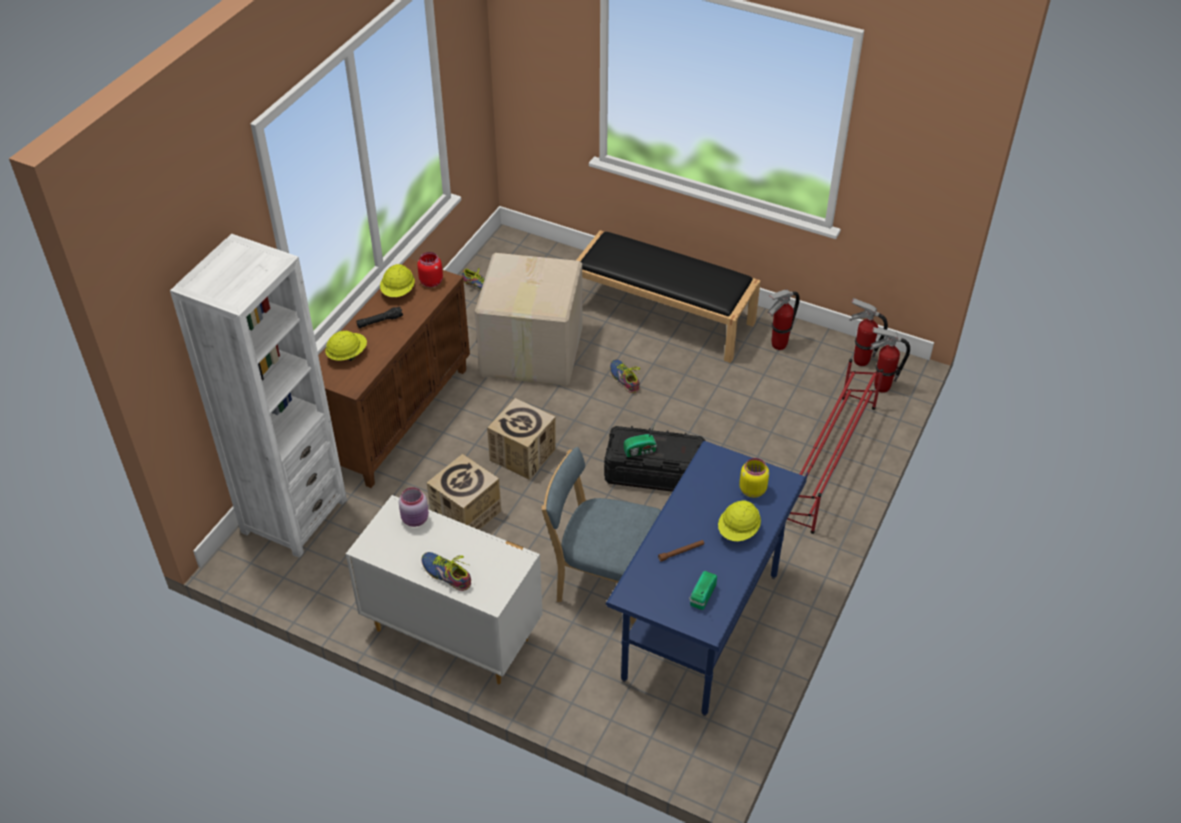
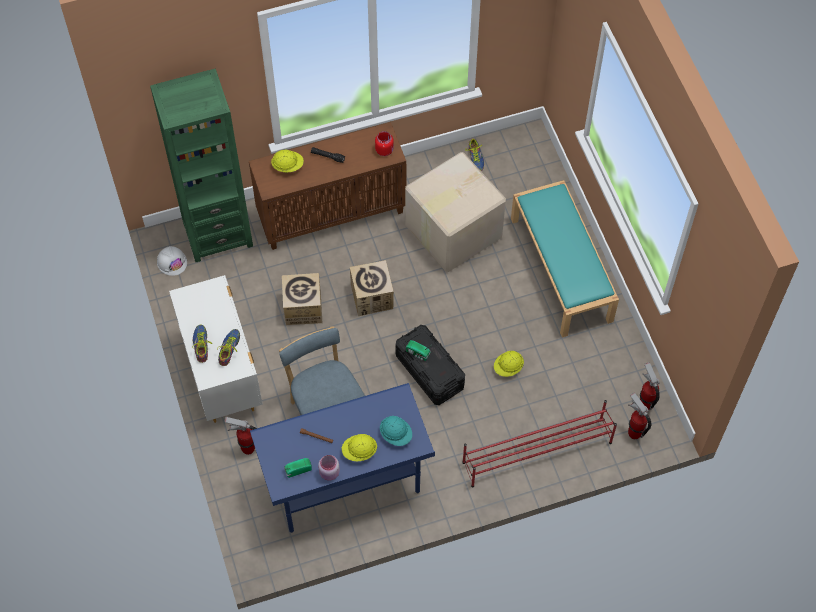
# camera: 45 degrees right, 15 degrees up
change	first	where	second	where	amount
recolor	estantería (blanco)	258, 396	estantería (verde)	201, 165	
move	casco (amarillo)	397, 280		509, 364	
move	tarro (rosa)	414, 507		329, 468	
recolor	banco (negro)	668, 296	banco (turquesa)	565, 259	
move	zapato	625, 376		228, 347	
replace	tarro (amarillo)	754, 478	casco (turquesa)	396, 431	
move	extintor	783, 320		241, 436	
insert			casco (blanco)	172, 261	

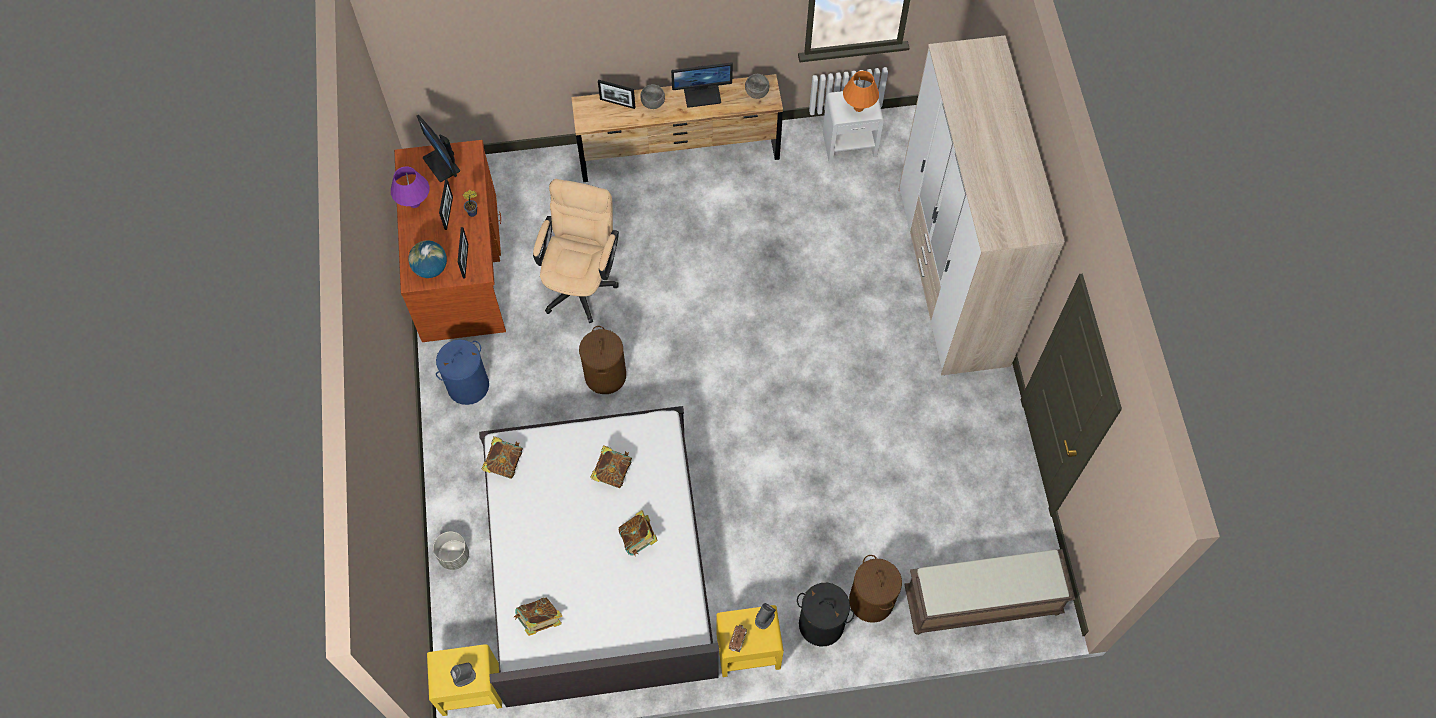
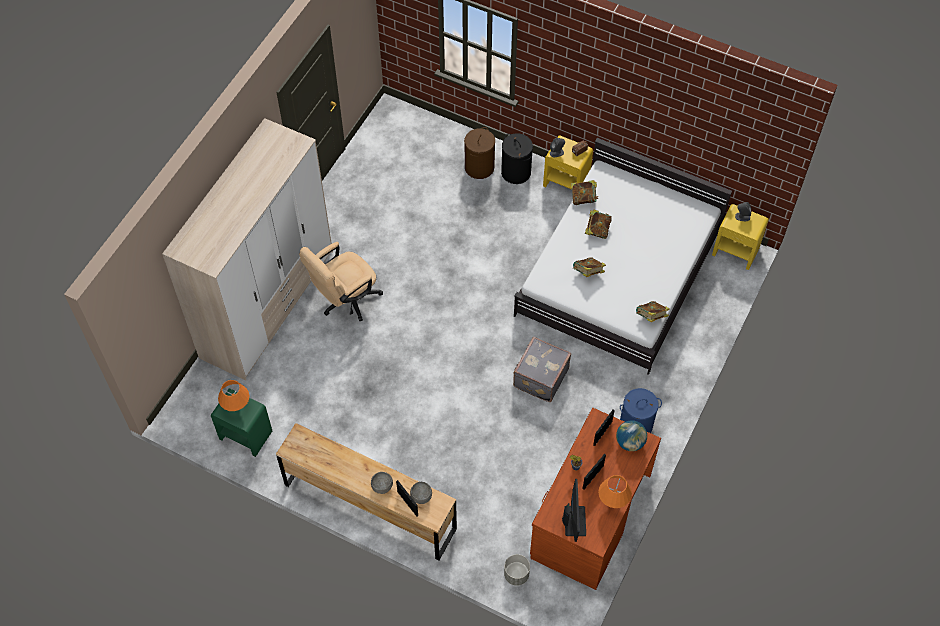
# camera: 145 degrees left, 5 degrees down
change	first	where	second	where	amount
recolor	lámpara de mesa (morado)	410, 187	lámpara de mesa (naranja)	615, 491	
move	maceta (gris)	451, 550		517, 570	
move	libro	538, 617		584, 192	
move	silla de oficina (beis)	576, 251		341, 282	
replace	cesto de la ropa (marrón)	602, 360	maleta (gris)	542, 369	
delete	monitor	702, 85			
move	cuenco (gris)	757, 86		421, 493	
recolor	mesita de noche (blanco)	853, 126	mesita de noche (verde)	241, 423	
delete	banco (marrón)	989, 592			

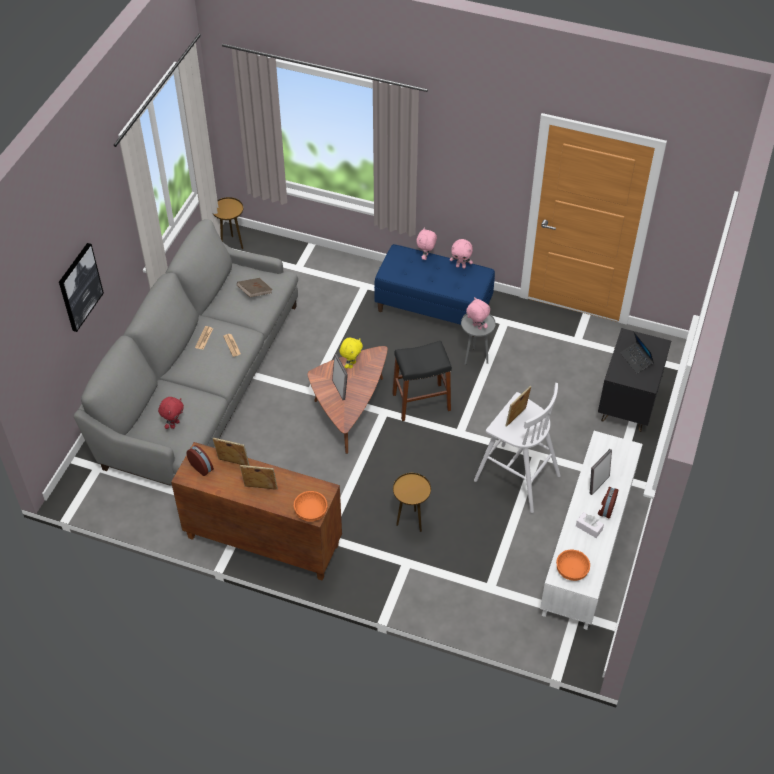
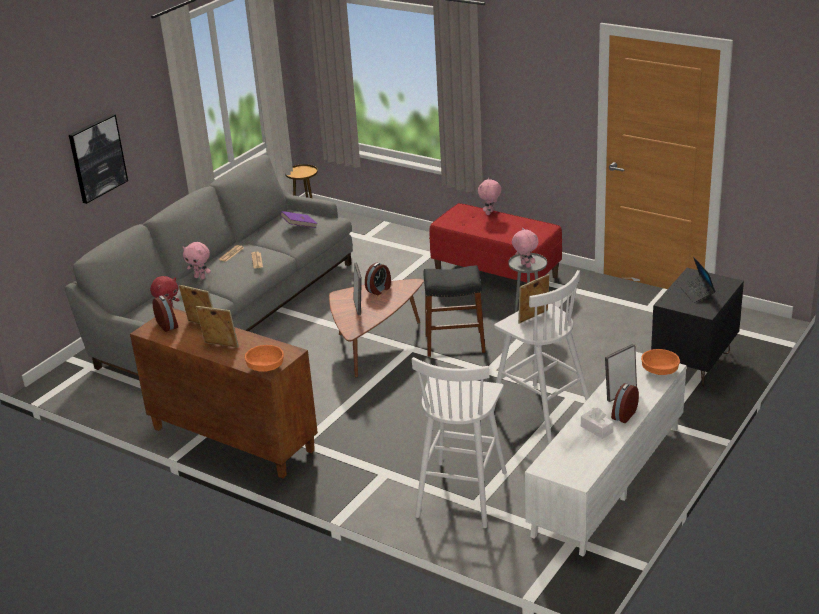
# camera: 15 degrees right, 20 degrees down
change	first	where	second	where	amount
recolor	libro (marrón)	255, 287	libro (morado)	299, 219	
replace	peluche (amarillo)	351, 353	despertador	378, 279	
recolor	banco (azul)	434, 290	banco (rojo)	495, 242	
delete	mesa auxiliar (marrón)	412, 502			
move	peluche (rosa)	461, 254		197, 260	
move	cuenco (naranja)	573, 565		660, 362	
insert			taburete (blanco)	459, 442	

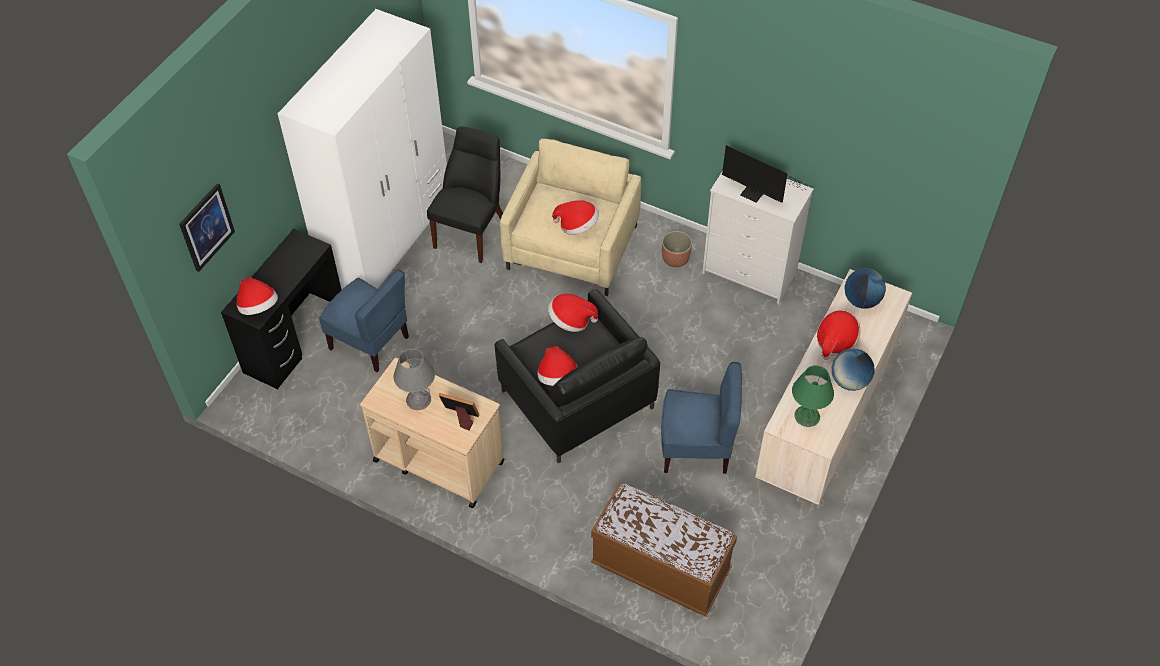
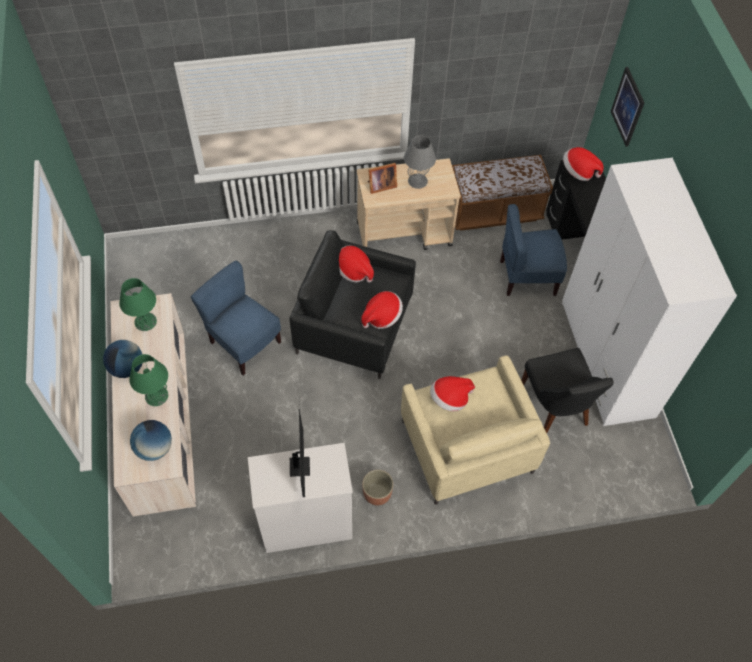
# camera: 140 degrees right, 5 degrees up
change	first	where	second	where	amount
move	banco (marrón)	664, 549		502, 193	
rotate	silla (azul)	701, 418		236, 317	75 degrees clockwise
rotate	monitor	762, 174		300, 450	90 degrees clockwise
replace	sombrero	838, 335	lámpara de mesa (verde)	148, 380	

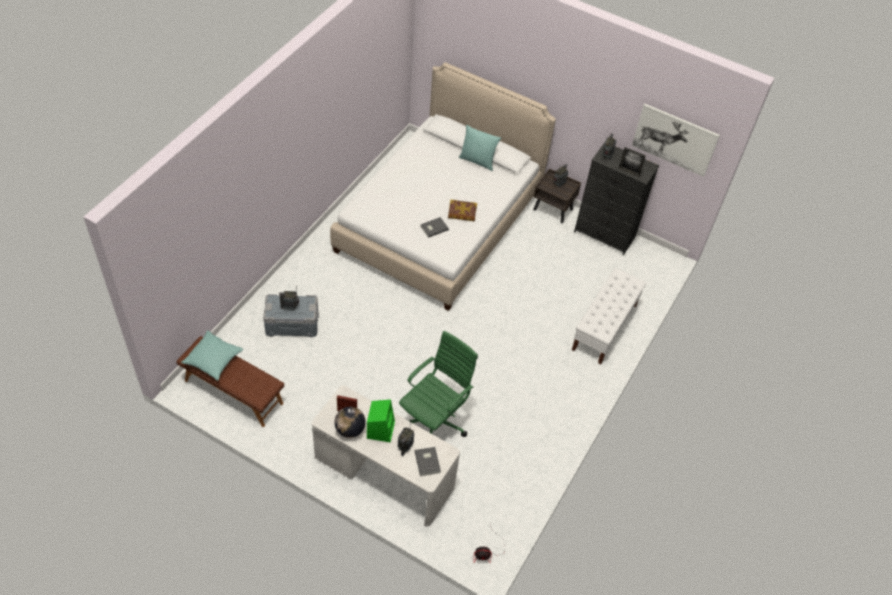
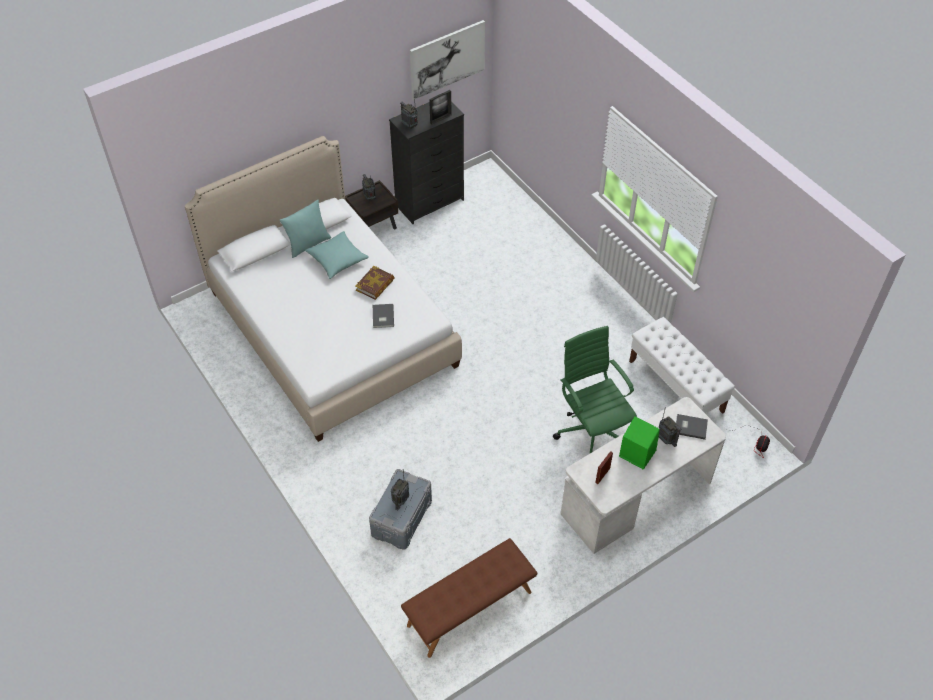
# camera: 60 degrees left, 0 degrees up
change	first	where	second	where	amount
move	cojín (turquesa)	212, 355		337, 255	
delete	globo terráqueo	349, 422			
move	banco (blanco)	609, 316		682, 365	

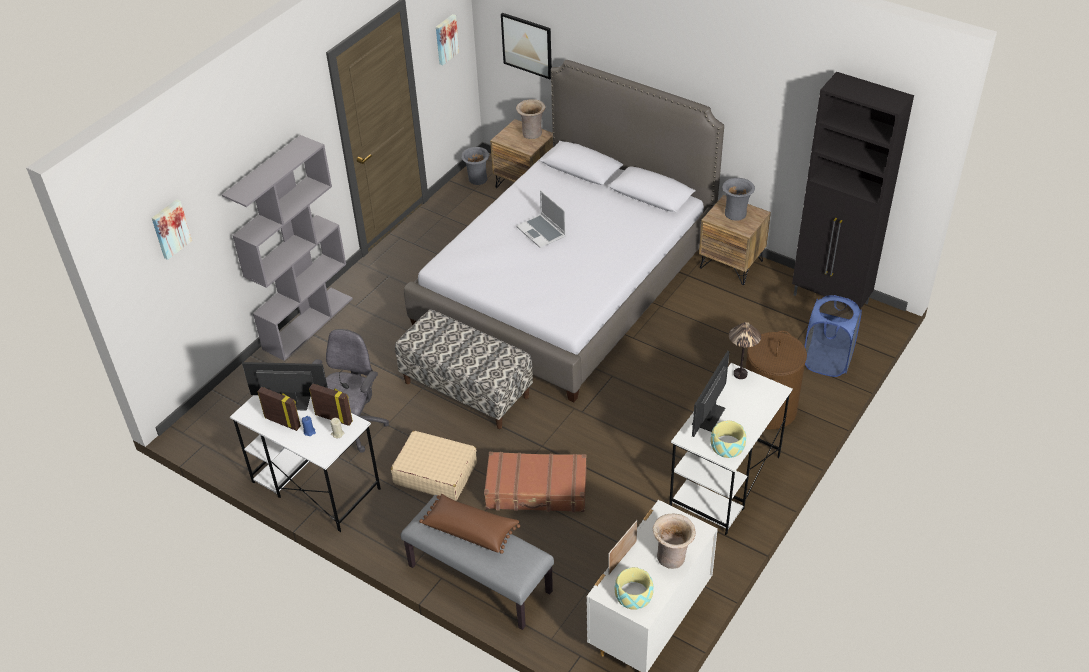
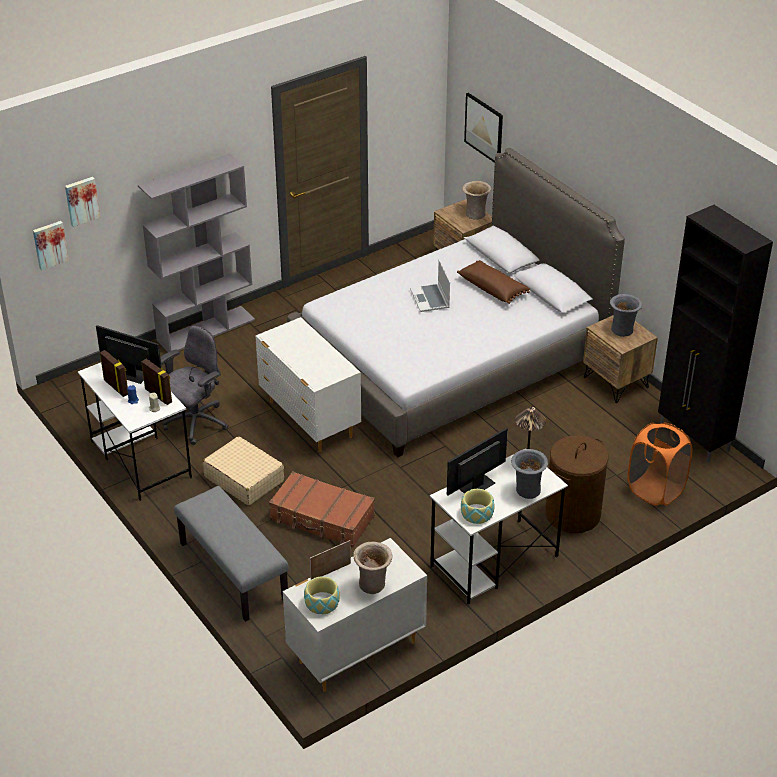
# camera: 20 degrees right, 5 degrees down
change	first	where	second	where	amount
replace	banco	464, 369	cómoda (blanco)	308, 384	
move	cojín (marrón)	469, 524		493, 282	
move	cuadro	447, 39		51, 245	
move	florero (gris)	475, 166		529, 474	
recolor	cesto de la ropa (azul)	833, 336	cesto de la ropa (naranja)	660, 464	

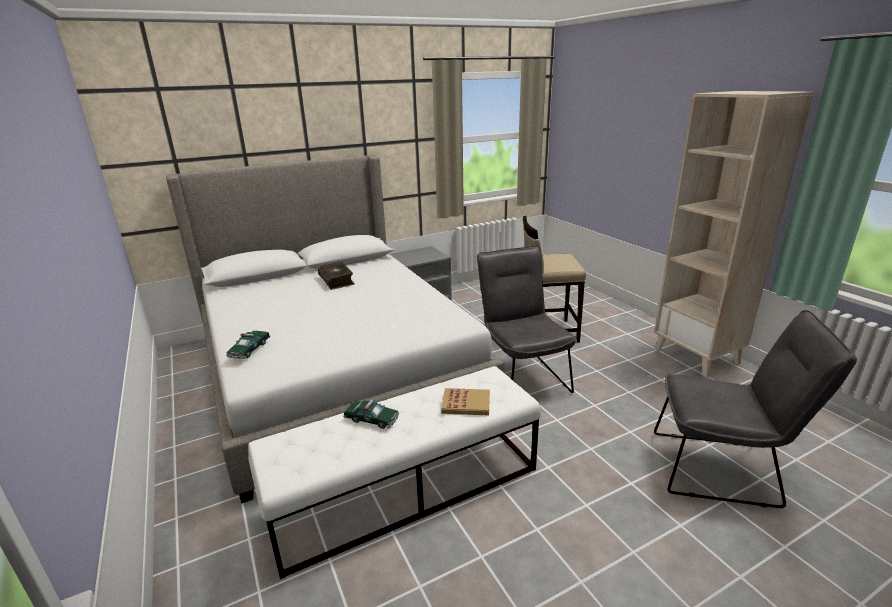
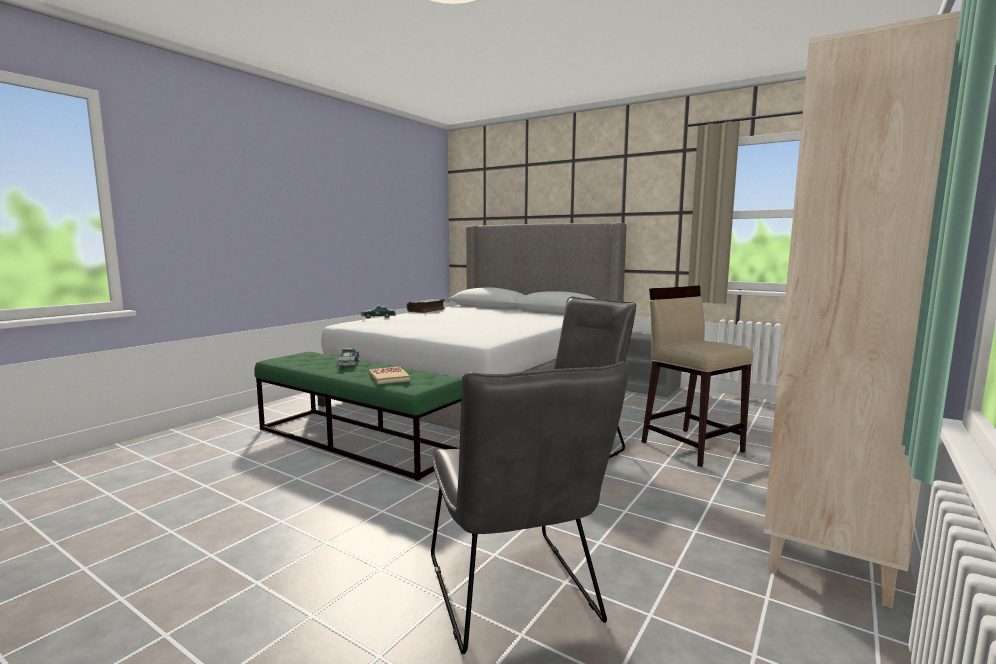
# camera: 60 degrees right, 15 degrees down
change	first	where	second	where	amount
recolor	banco (blanco)	394, 472	banco (verde)	358, 416	
move	libro	336, 276		426, 306	

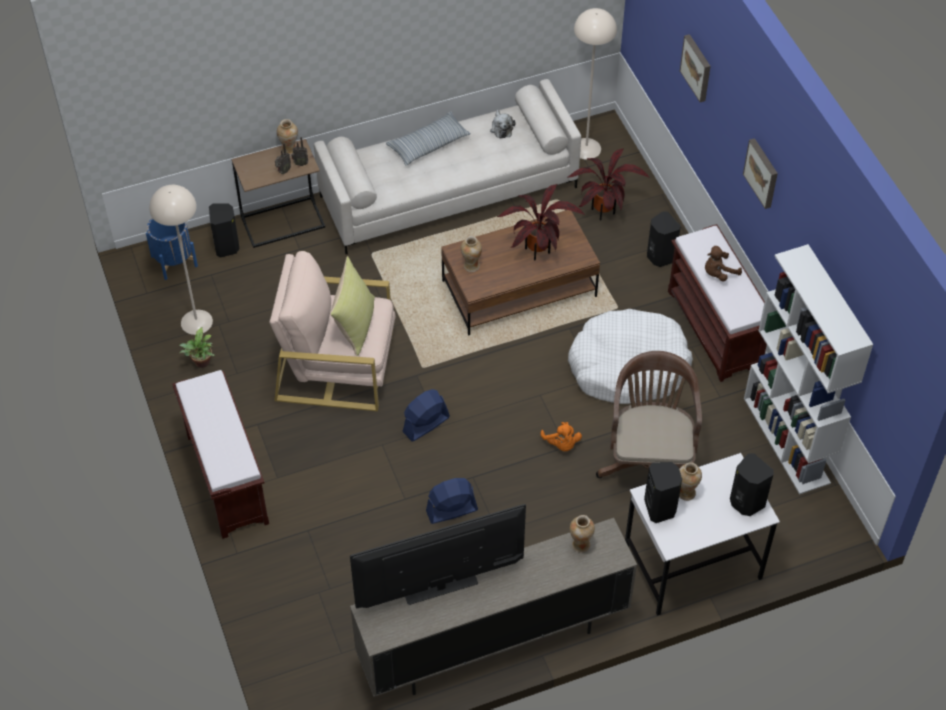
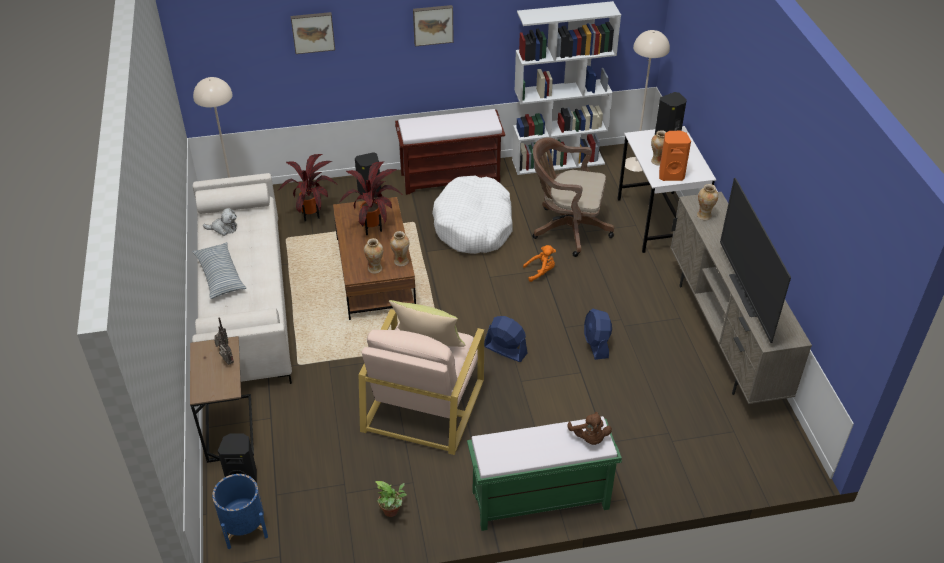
# camera: 80 degrees left, 10 degrees down
change	first	where	second	where	amount
move	lámpara de pie (beis)	181, 260		647, 101	
recolor	banco (marrón)	220, 454	banco (verde)	544, 473	
move	florero	287, 137		399, 248	
rotate	ventilador (azul)	426, 415		506, 339	150 degrees clockwise
recolor	altavoz (negro)	663, 492	altavoz (naranja)	675, 156	
move	peluche (marrón)	723, 264		589, 428	

